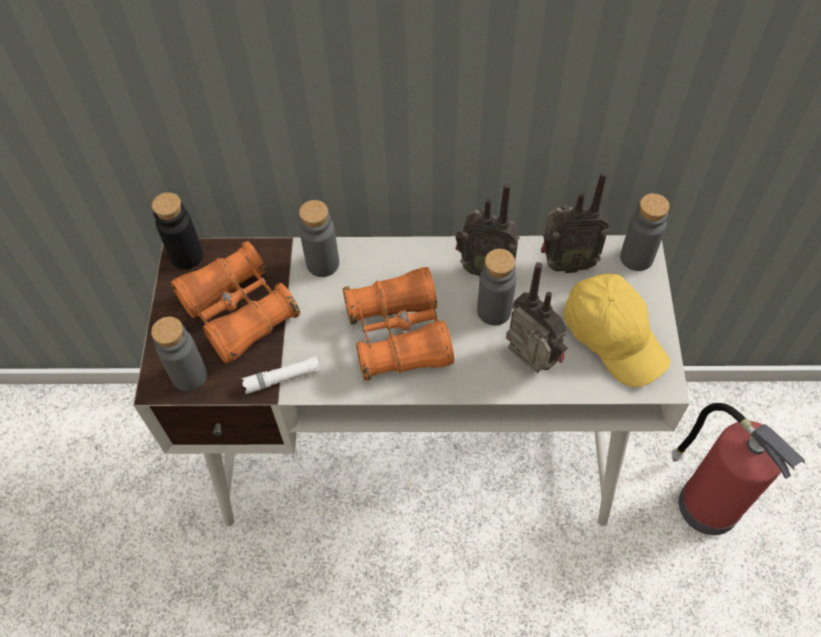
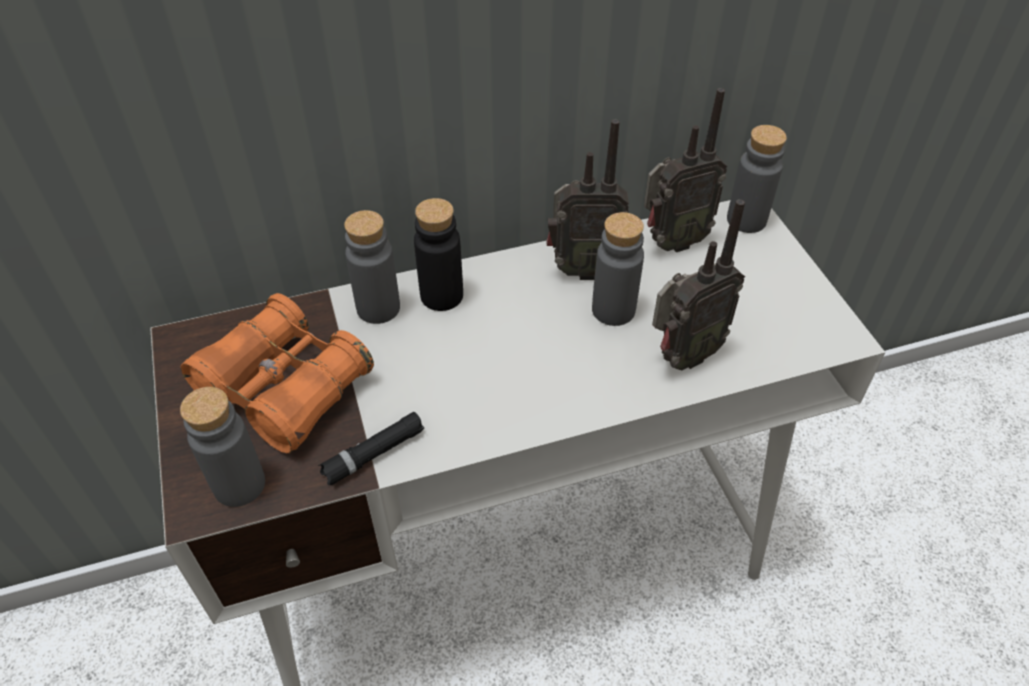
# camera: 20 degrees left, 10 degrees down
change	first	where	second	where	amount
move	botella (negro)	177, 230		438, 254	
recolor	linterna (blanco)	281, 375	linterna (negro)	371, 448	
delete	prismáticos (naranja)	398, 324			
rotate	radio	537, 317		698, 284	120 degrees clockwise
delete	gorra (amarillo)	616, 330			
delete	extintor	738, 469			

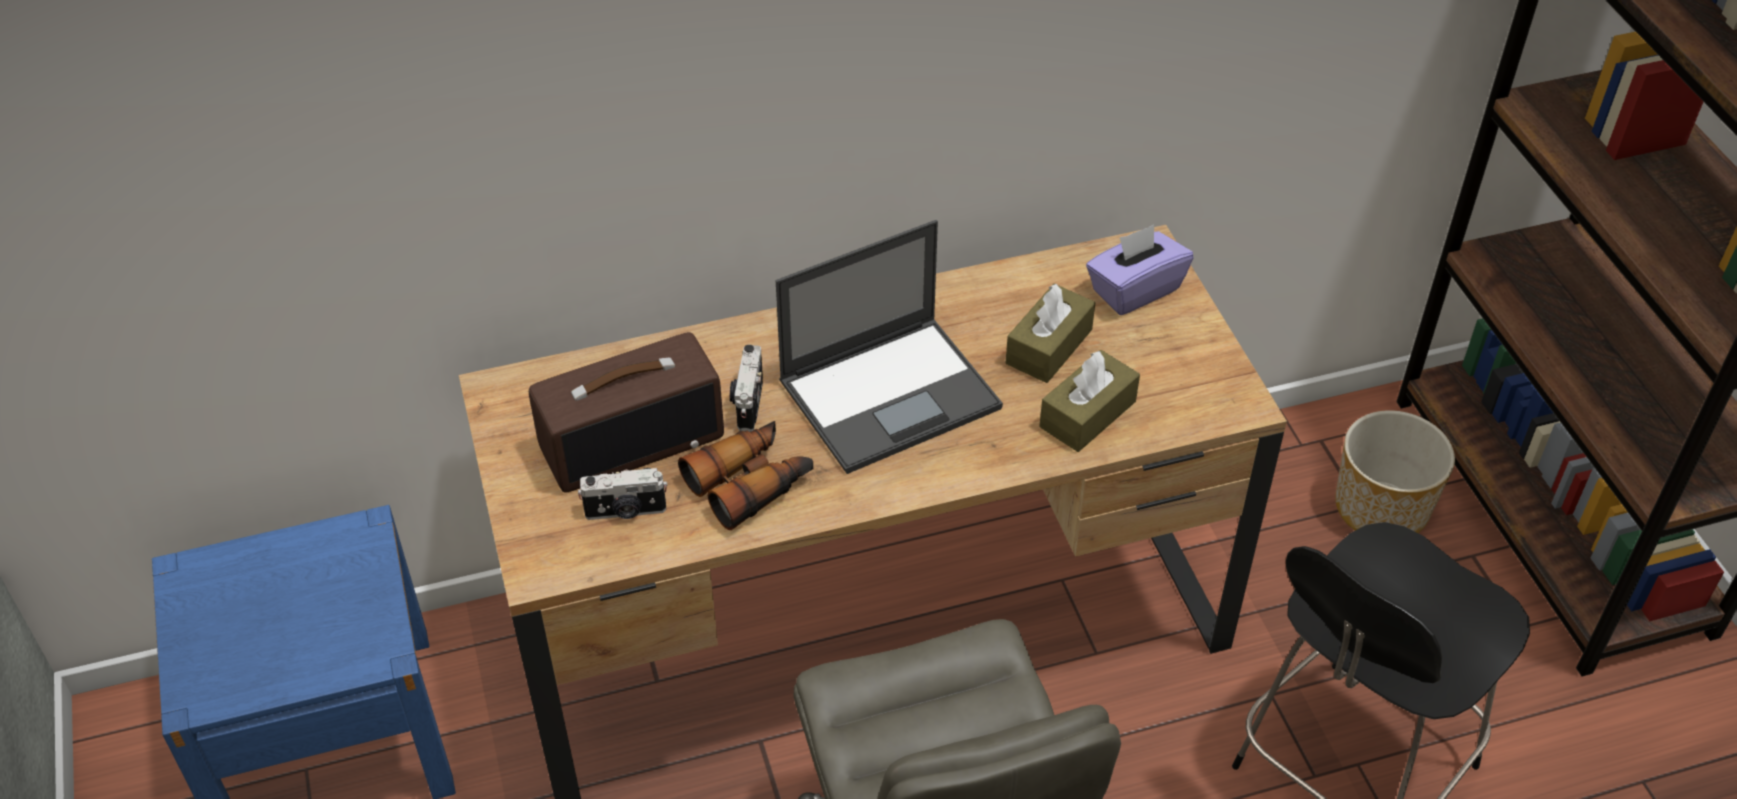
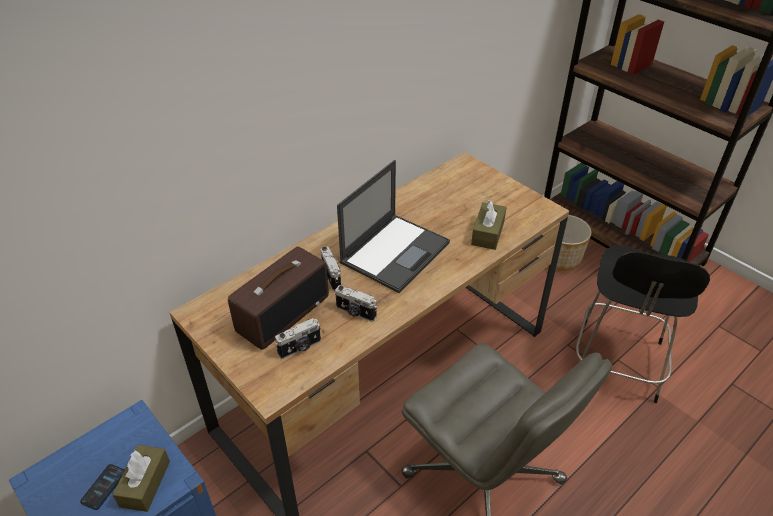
# camera: 25 degrees left, 5 degrees down
change	first	where	second	where	amount
replace	prismáticos	745, 475	cámara	356, 303	
move	caja de pañuelos (marrón)	1050, 333		141, 478	
delete	caja de pañuelos (morado)	1140, 270			
insert			móvil	102, 487	

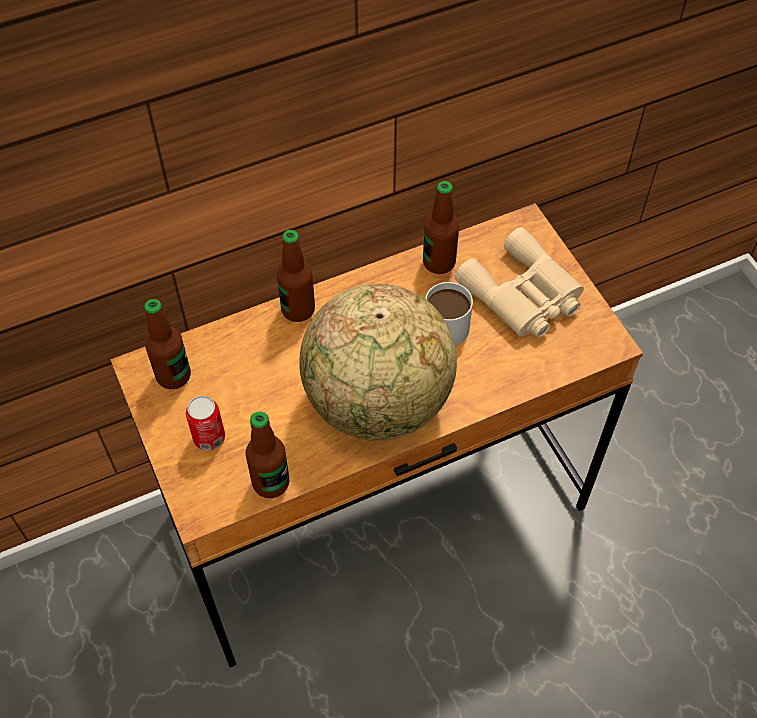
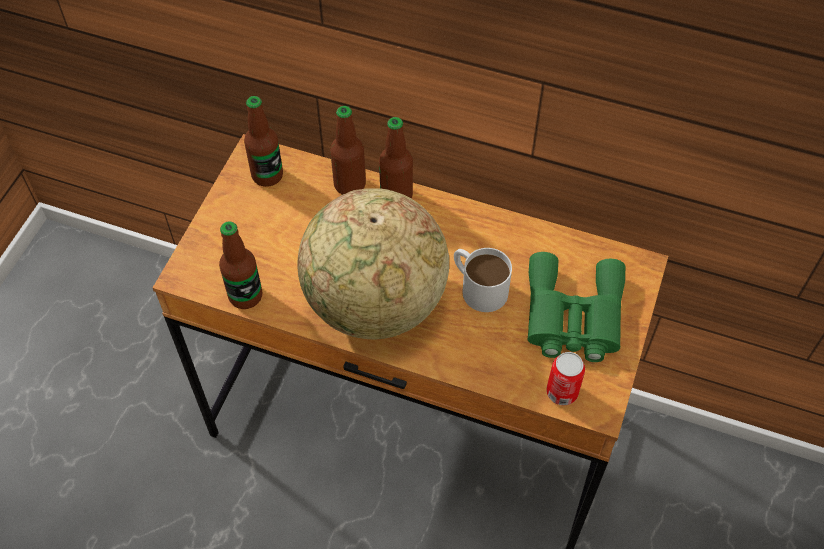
# camera: 45 degrees right, 0 degrees up
change	first	where	second	where	amount
move	lata	205, 423		565, 378	
move	botella	441, 227		348, 150	
recolor	prismáticos (beis)	519, 282	prismáticos (verde)	576, 307	

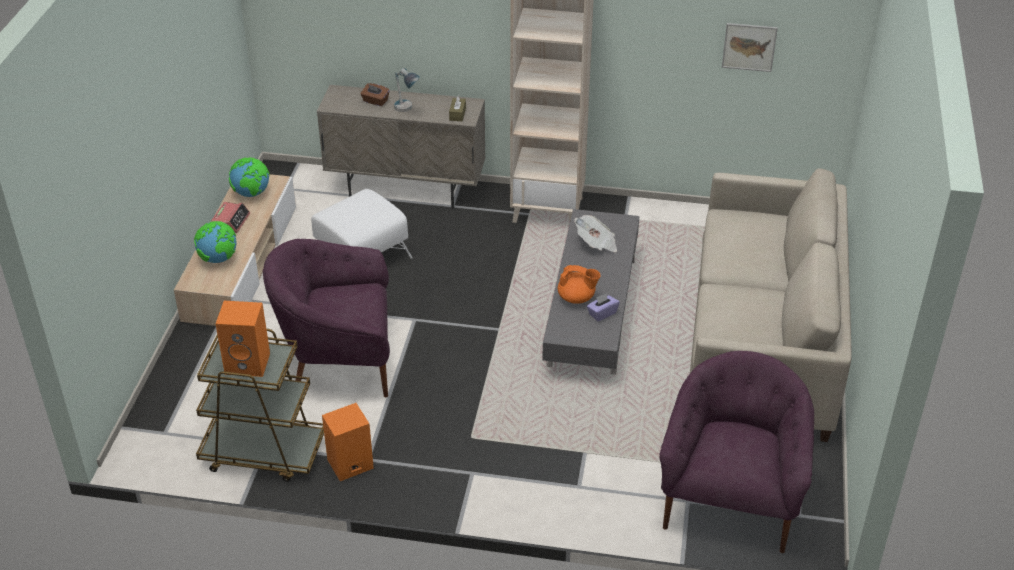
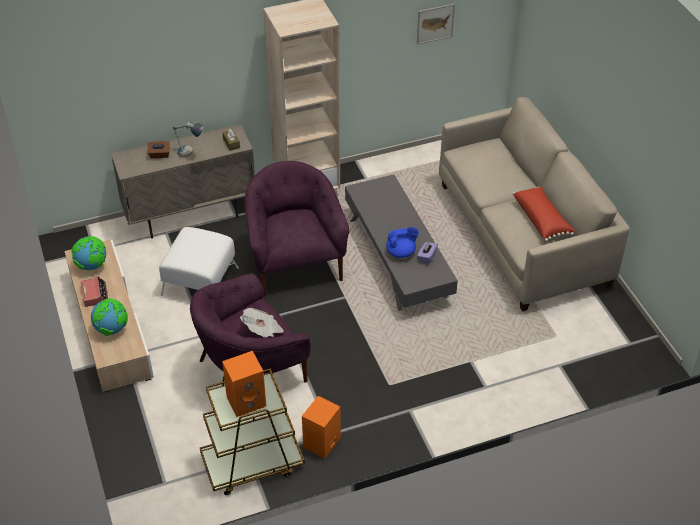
# camera: 30 degrees left, 5 degrees up
change	first	where	second	where	amount
recolor	tetera (naranja)	579, 284	tetera (azul)	402, 242	
move	periódico	595, 233		262, 323	
move	sillón (morado)	737, 452		297, 229	
insert			cojín (rojo)	543, 213	

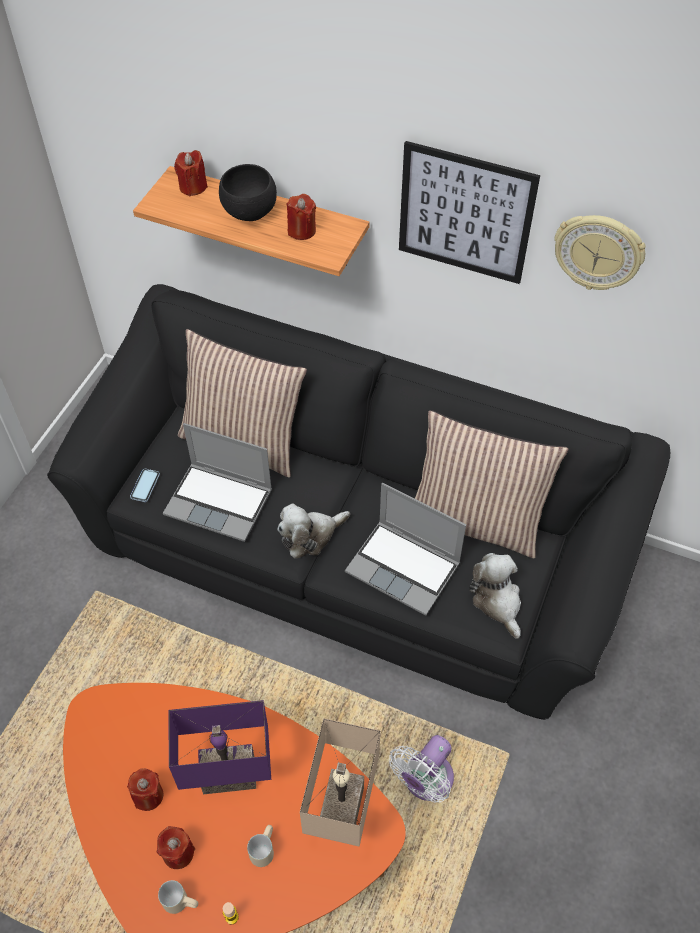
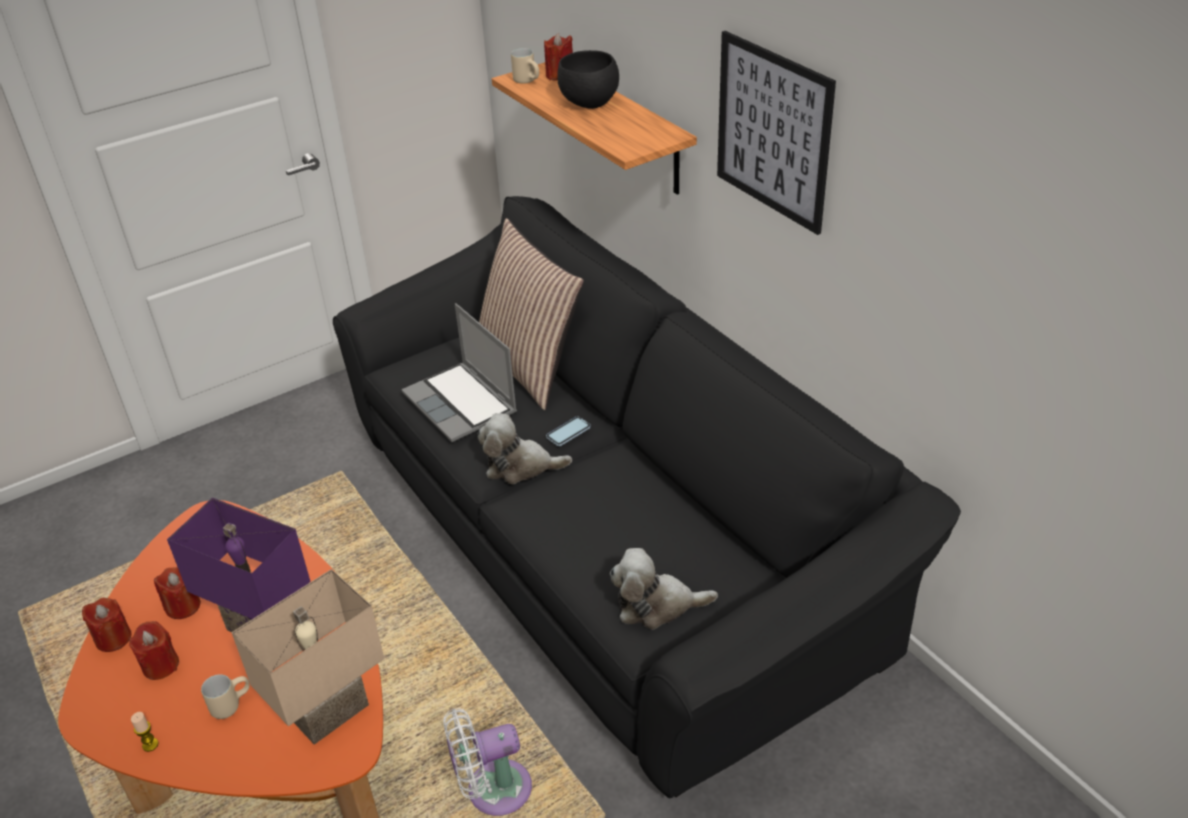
# camera: 35 degrees right, 15 degrees down
change	first	where	second	where	amount
move	móvil	145, 485		568, 431	
move	taza grande (beis)	178, 897		525, 66	
move	vela (rojo)	301, 217		106, 625	
delete	portátil	405, 549			
delete	cojín	492, 484			
rotate	peluche	495, 596		664, 588	105 degrees counterclockwise
delete	reloj de pared	599, 252			

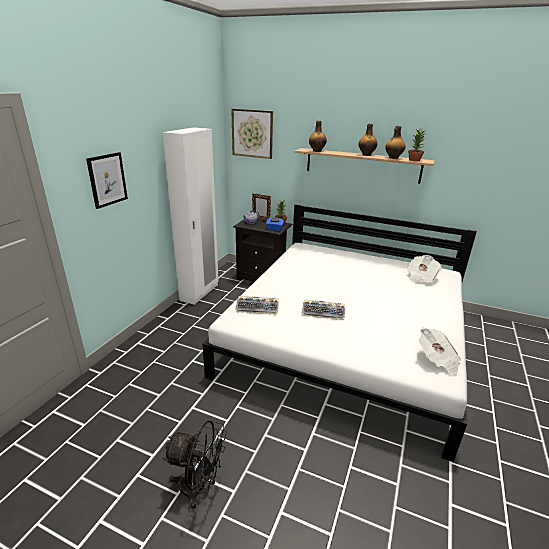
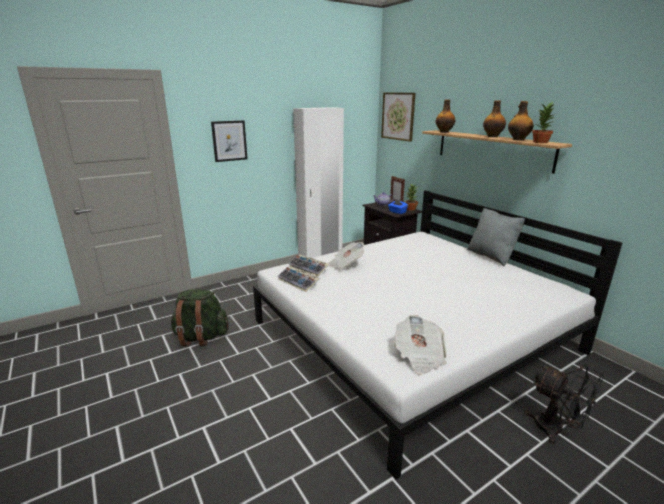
# camera: 35 degrees right, 5 degrees down
change	first	where	second	where	amount
move	ventilador (negro)	195, 464		564, 404	
move	teclado	323, 310		299, 279	
move	periódico	424, 269		346, 256	
insert			mochila (verde)	200, 317	
insert			cojín (gris)	496, 236	

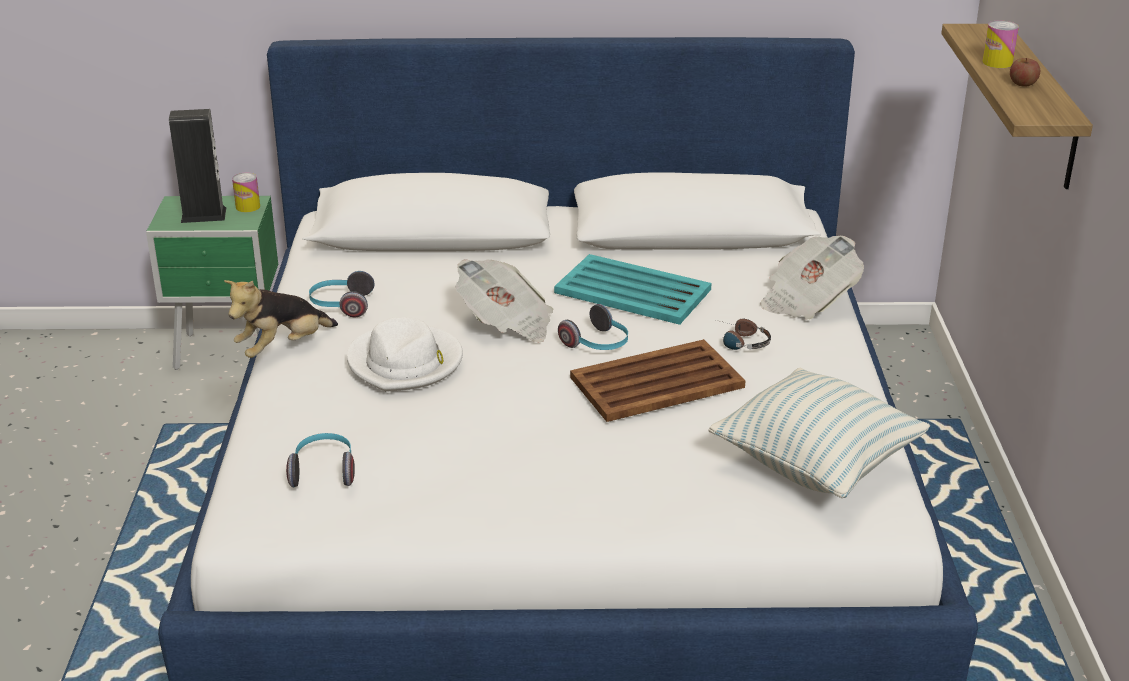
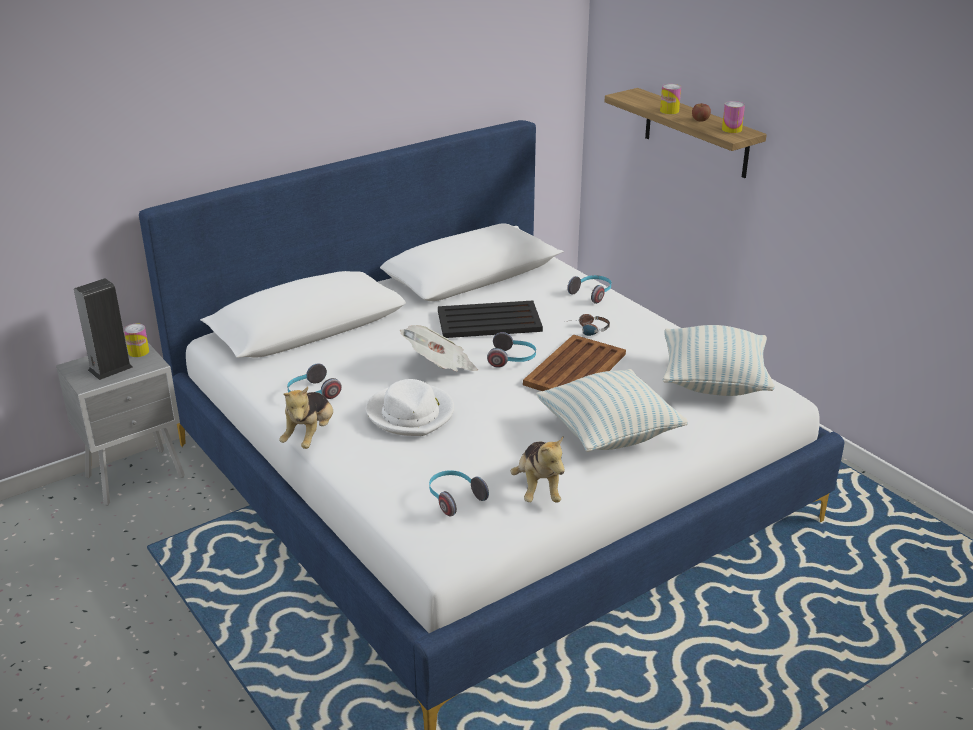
# camera: 35 degrees left, 0 degrees up
change	first	where	second	where	amount
recolor	mesita de noche (verde)	212, 283	mesita de noche (gris)	120, 424	
recolor	bandeja (turquesa)	633, 289	bandeja (negro)	490, 319	
replace	periódico	812, 278	auriculares	589, 289	
insert			peluche	538, 469	
insert			cojín	612, 410	
insert			lata	733, 117	

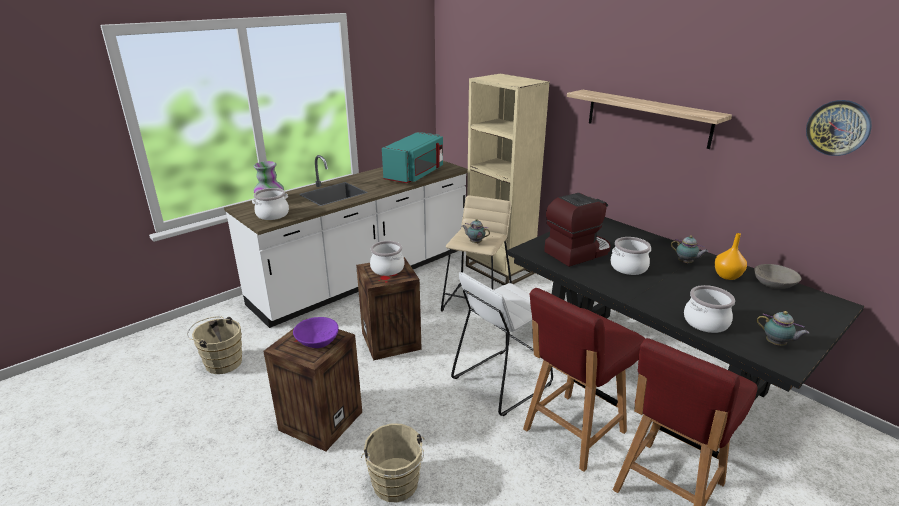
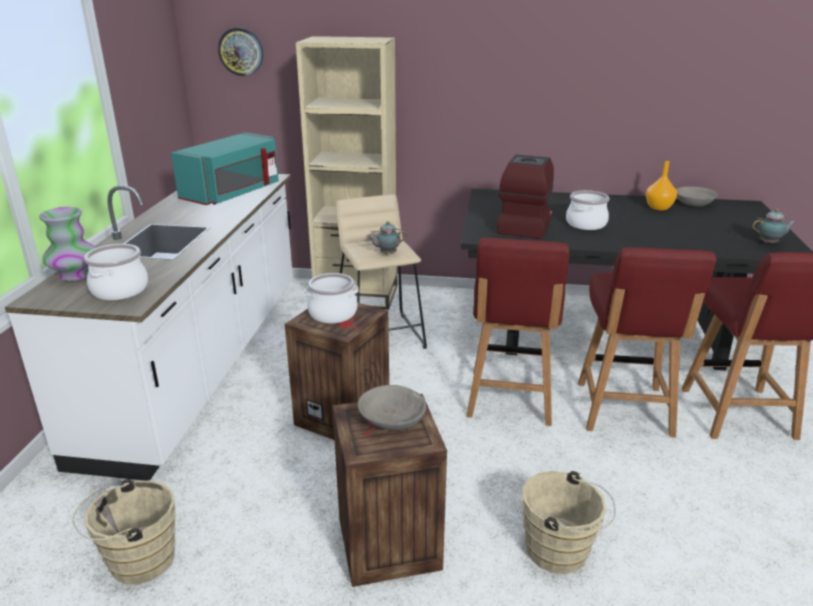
# camera: 40 degrees left, 0 degrees up
change	first	where	second	where	amount
recolor	cuenco (morado)	316, 332	cuenco (gris)	392, 407	
rotate	microondas (turquesa)	412, 157		225, 168	45 degrees clockwise
replace	taburete (blanco)	502, 344	silla (rojo)	517, 332	
delete	estante	649, 119			
delete	tetera	690, 249			
delete	olla	709, 309			
move	reloj de pared	839, 128		240, 52	

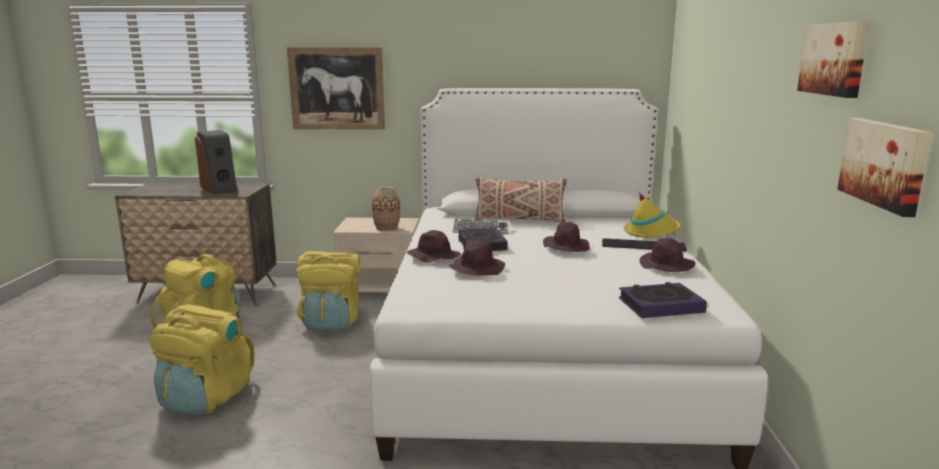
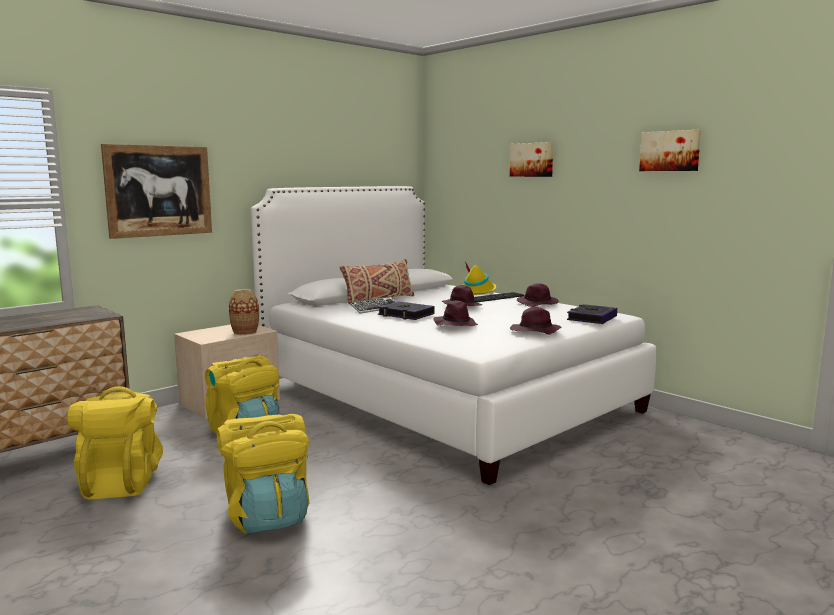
# camera: 45 degrees left, 5 degrees down
change	first	where	second	where	amount
delete	altavoz	216, 162			
move	sombrero (morado)	434, 246		535, 321	
move	cuadro	885, 167		532, 159	

